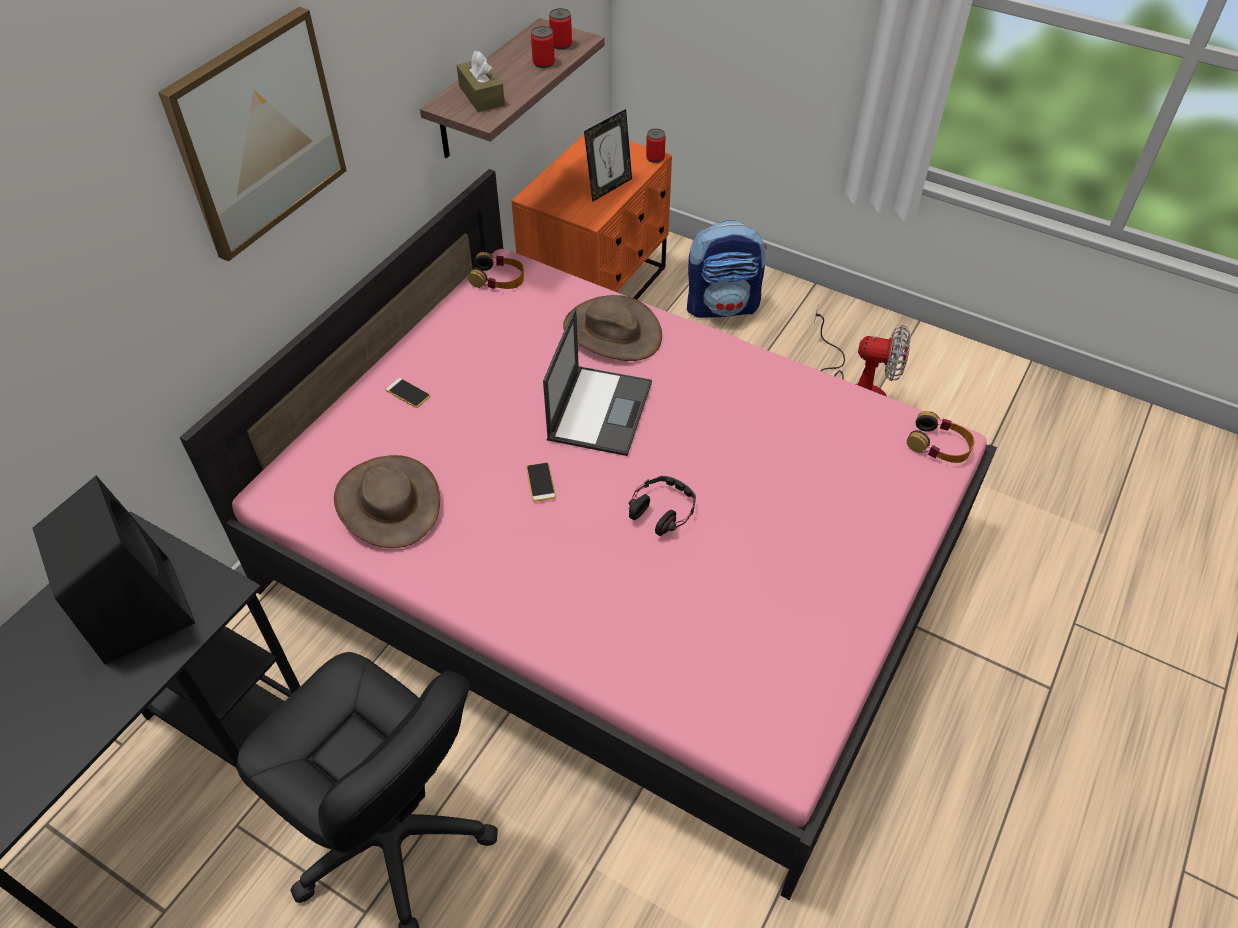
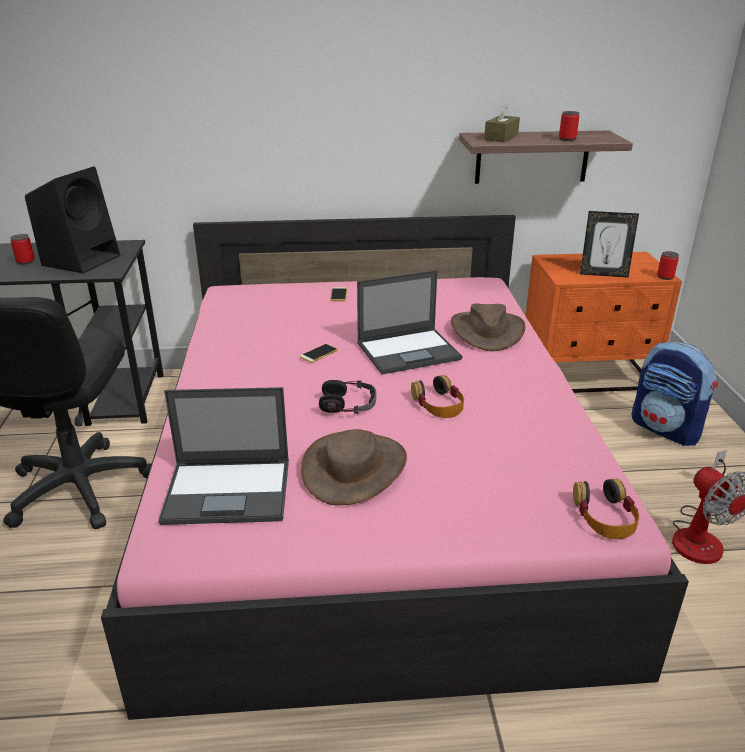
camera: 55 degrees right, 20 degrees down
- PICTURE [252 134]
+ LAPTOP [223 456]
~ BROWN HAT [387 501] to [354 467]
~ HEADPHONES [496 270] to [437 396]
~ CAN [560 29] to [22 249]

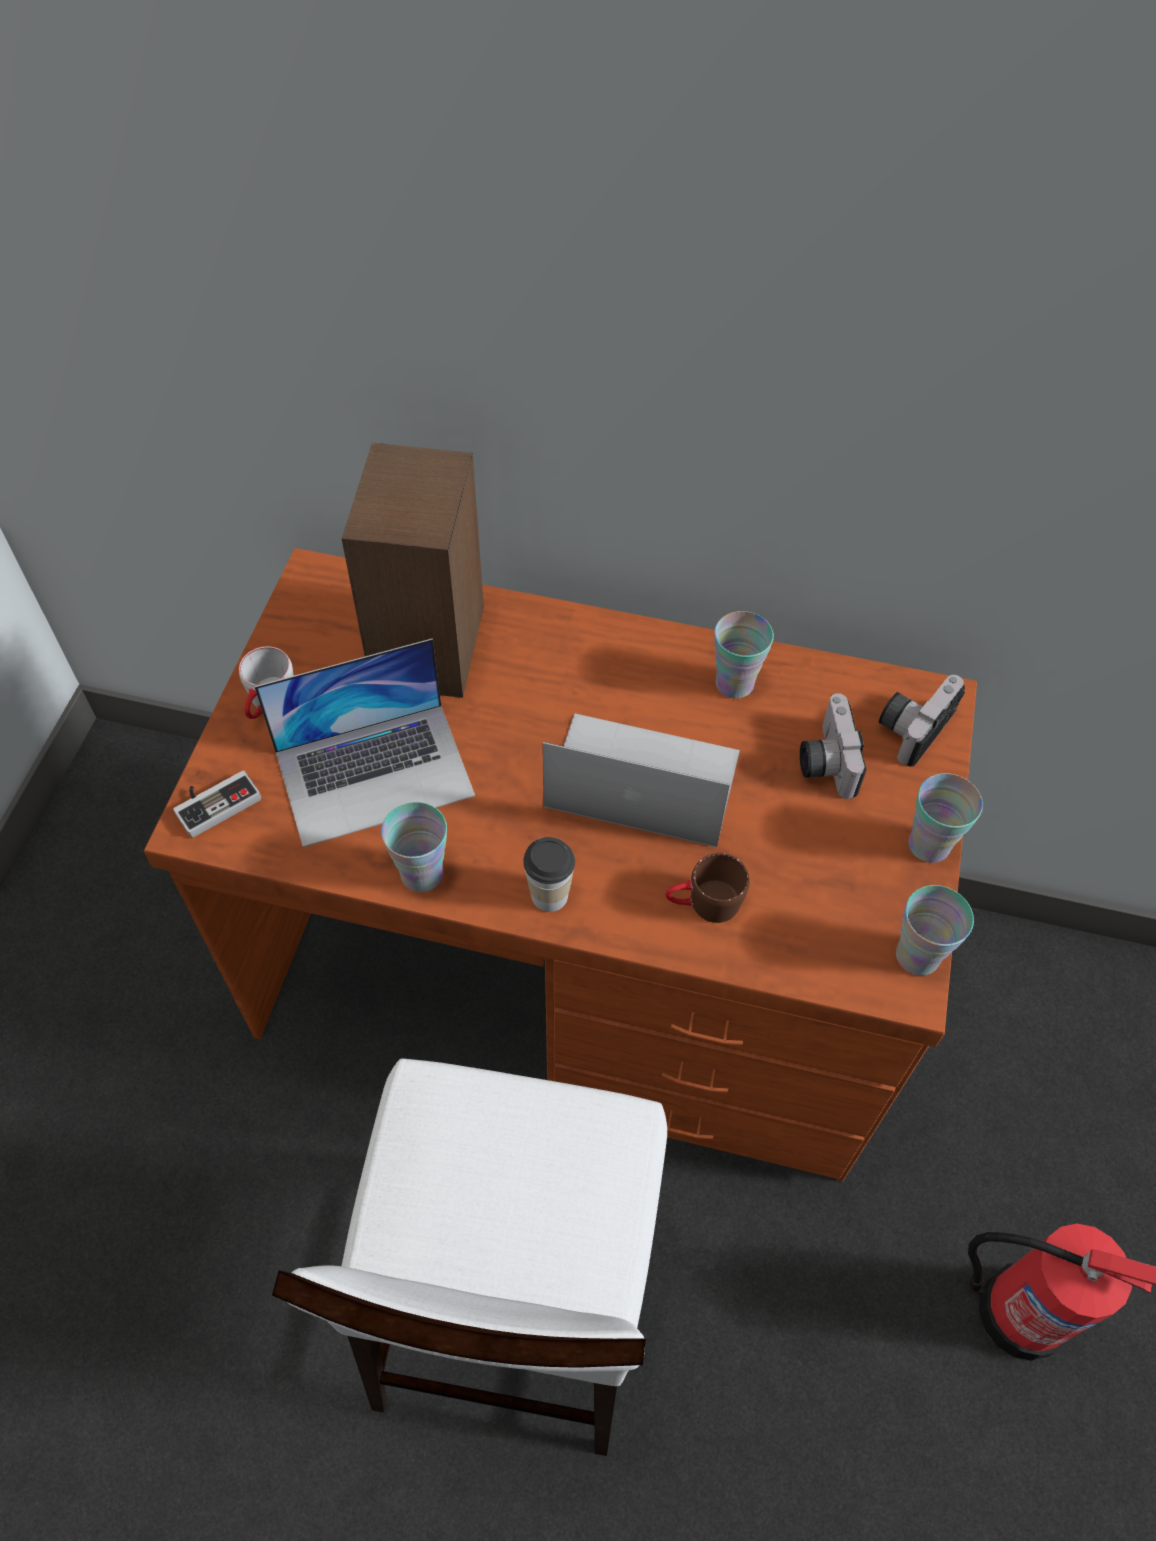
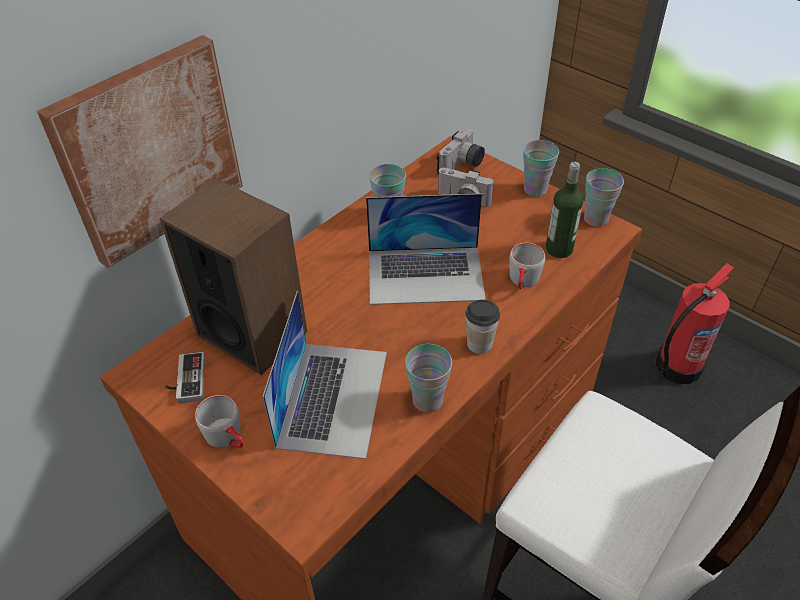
camera: 60 degrees left, 10 degrees down
+ PICTURE [140 151]
+ BOTTLE [564 210]
~ GAME CONTROLLER [217 804] to [185 377]
~ BROWN MUG [707 888] to GREY MUG [527 266]
~ LAPTOP [641 780] = [426 249] 135 degrees counterclockwise
~ PHOTO CAMERA [922 721] = [461 152] 120 degrees counterclockwise

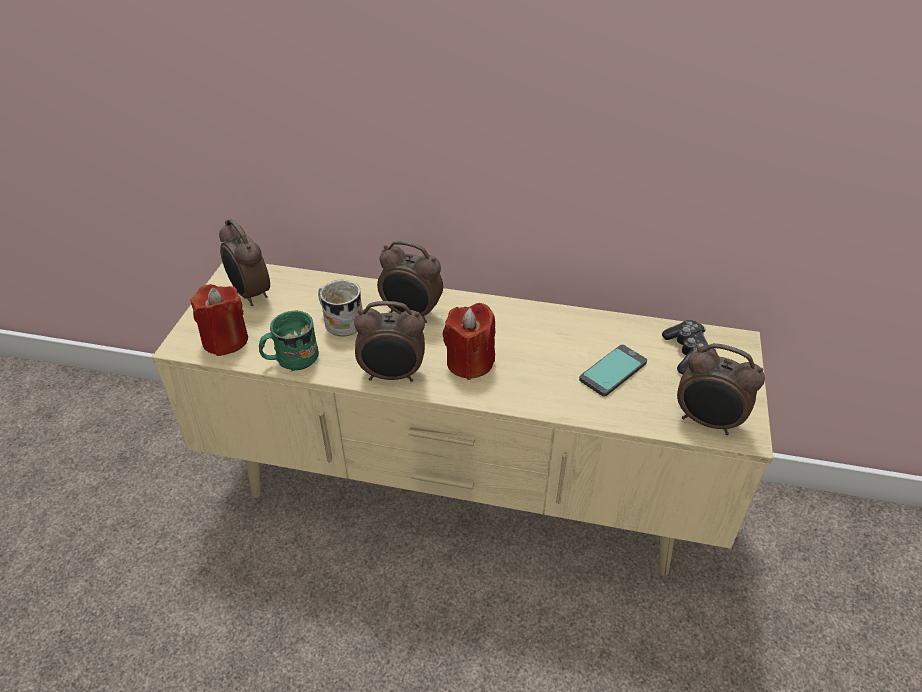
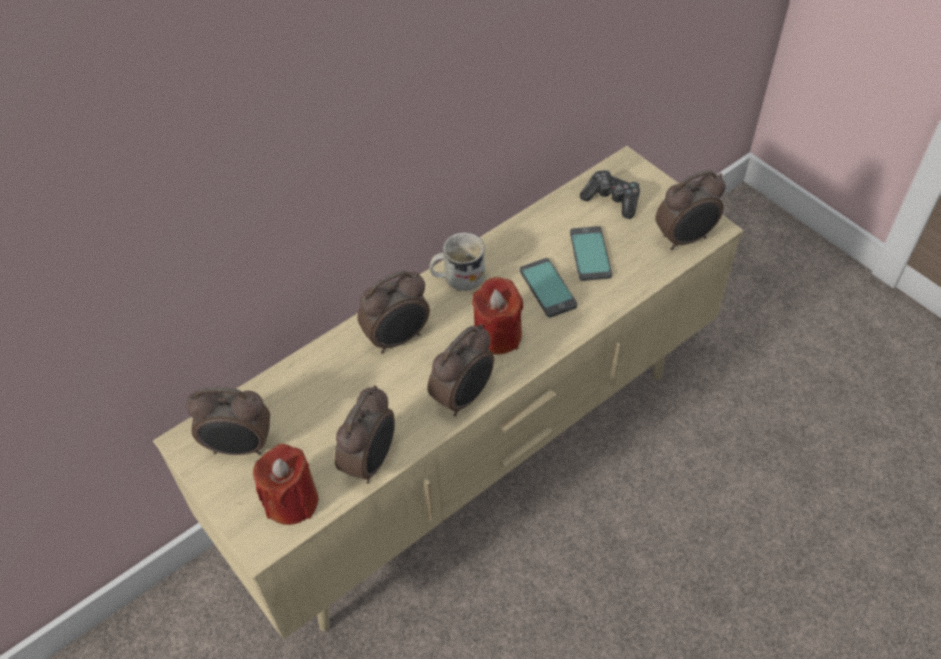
camera: 50 degrees left, 10 degrees up
+ PHONE [548 288]
~ WHITE MUG [340 308] to [457 261]
~ GREEN MUG [289 341] to ALARM CLOCK [365 434]

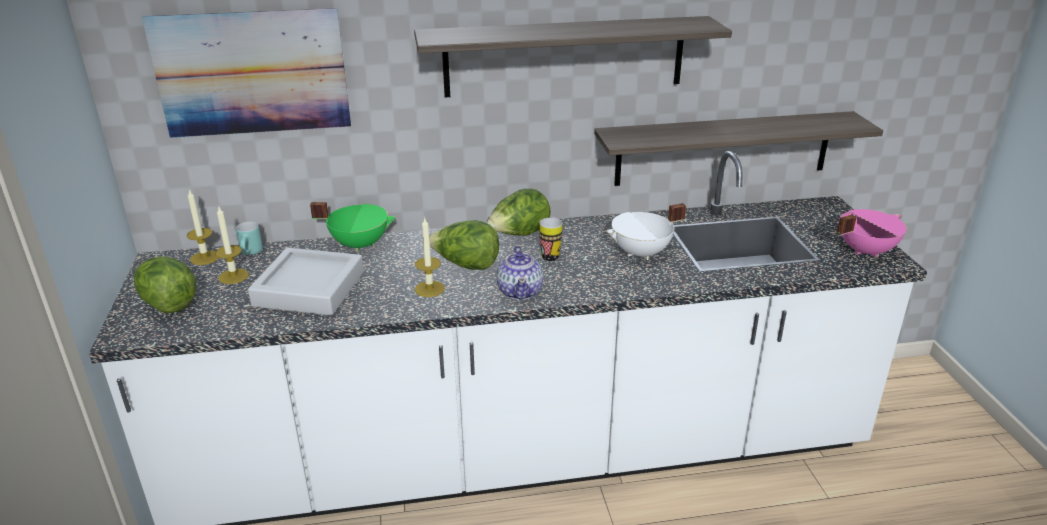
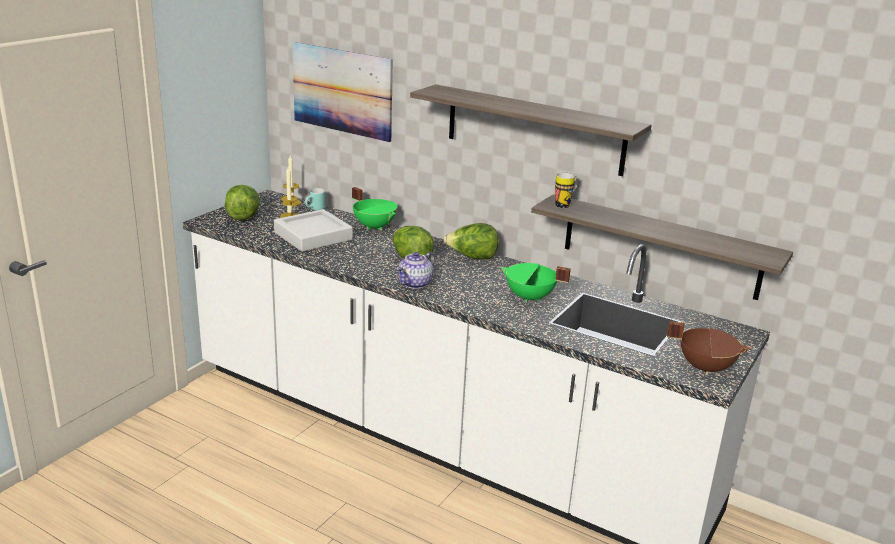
camera: 40 degrees right, 5 degrees down
- CANDLE [430 257]
~ MUG [551 239] to [566 190]
~ WHITE COOKING POT [646 231] to GREEN COOKING POT [536 283]
~ PINK COOKING POT [872 233] to BROWN COOKING POT [709 348]

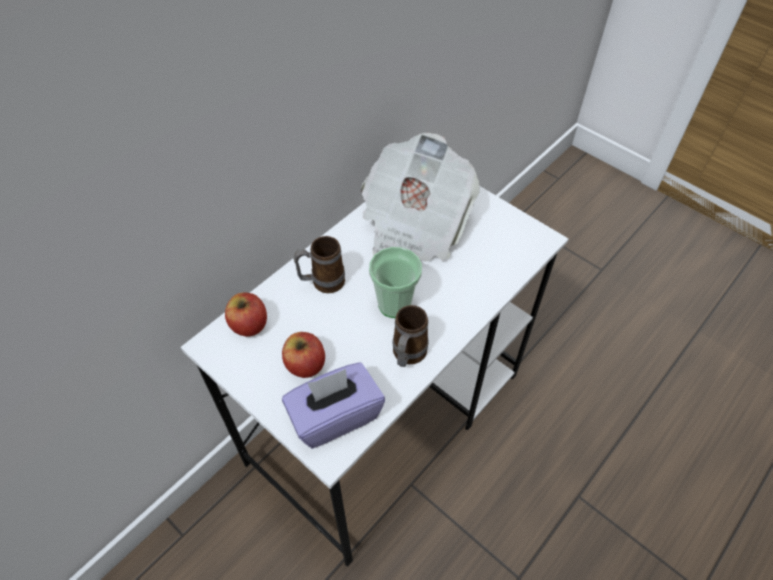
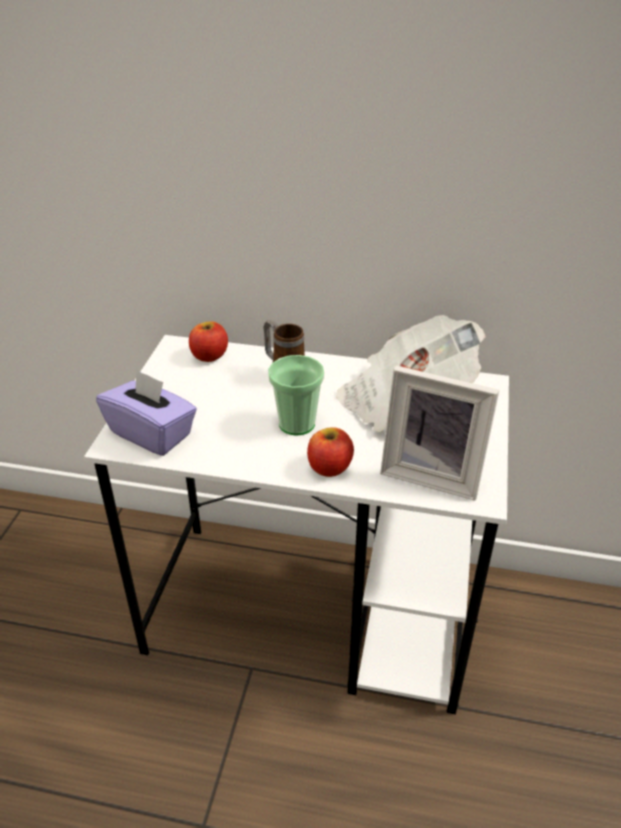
camera: 60 degrees right, 15 degrees down
- MUG [410 336]
+ PICTURE FRAME [439 433]
~ APPLE [303 355] to [330 452]

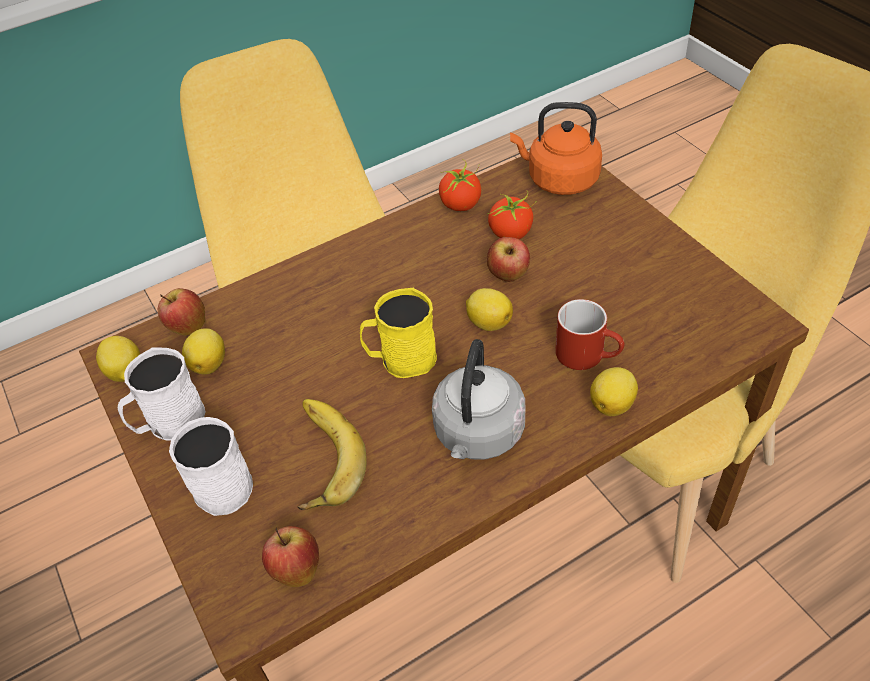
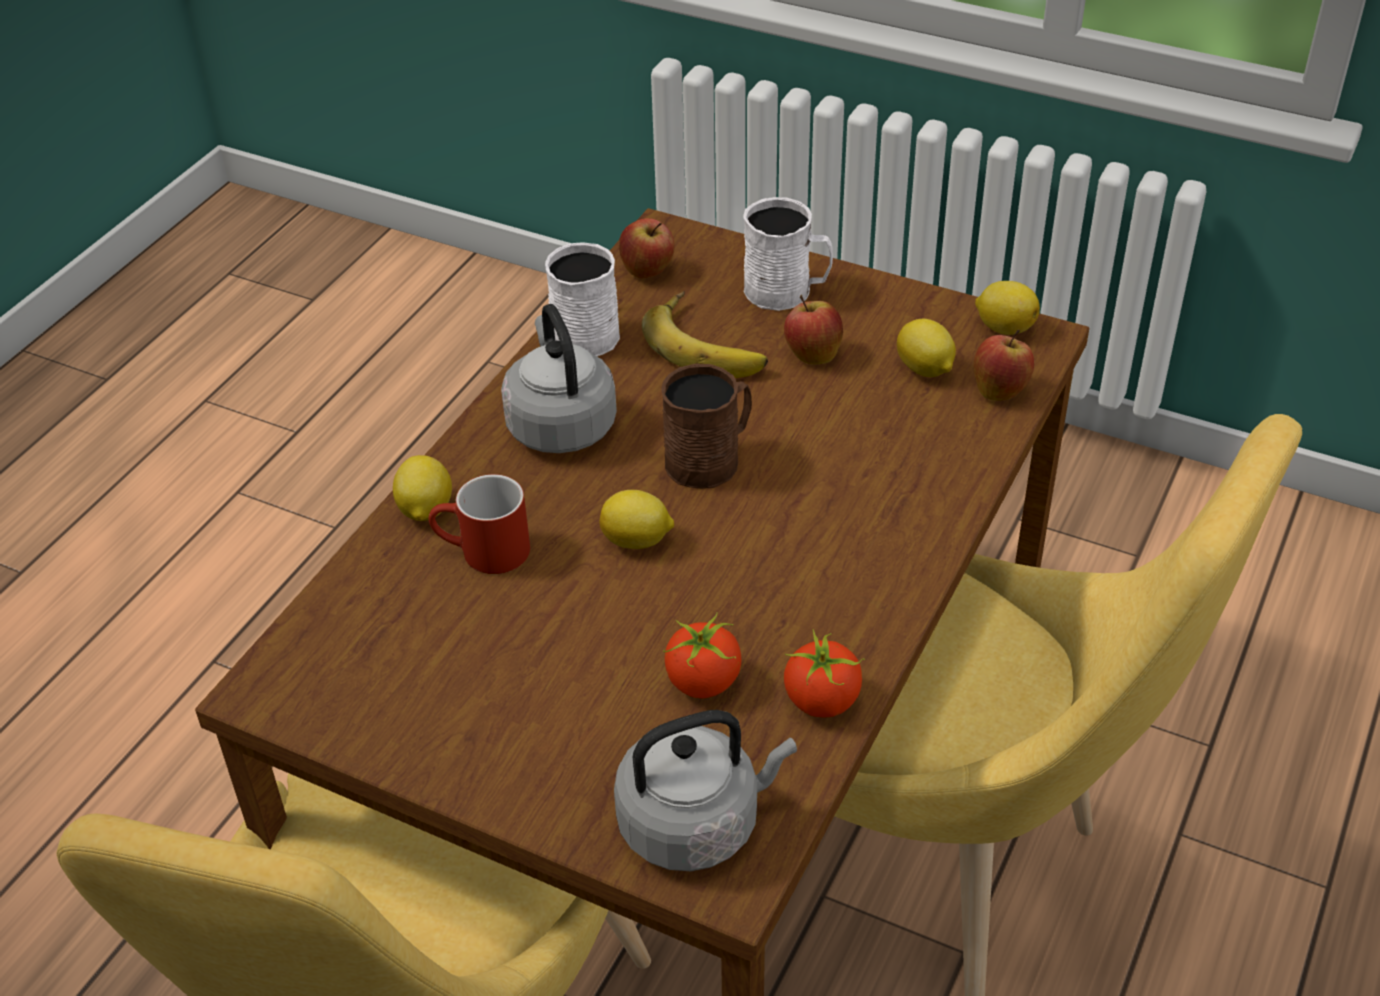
camera: 145 degrees right, 5 degrees down
~ WHITE MUG [161 393] to [582 299]
~ APPLE [508 259] to [813 330]
~ YELLOW MUG [398 333] to BROWN MUG [706 426]
~ ORANGE KETTLE [556 148] to GREY KETTLE [705 790]

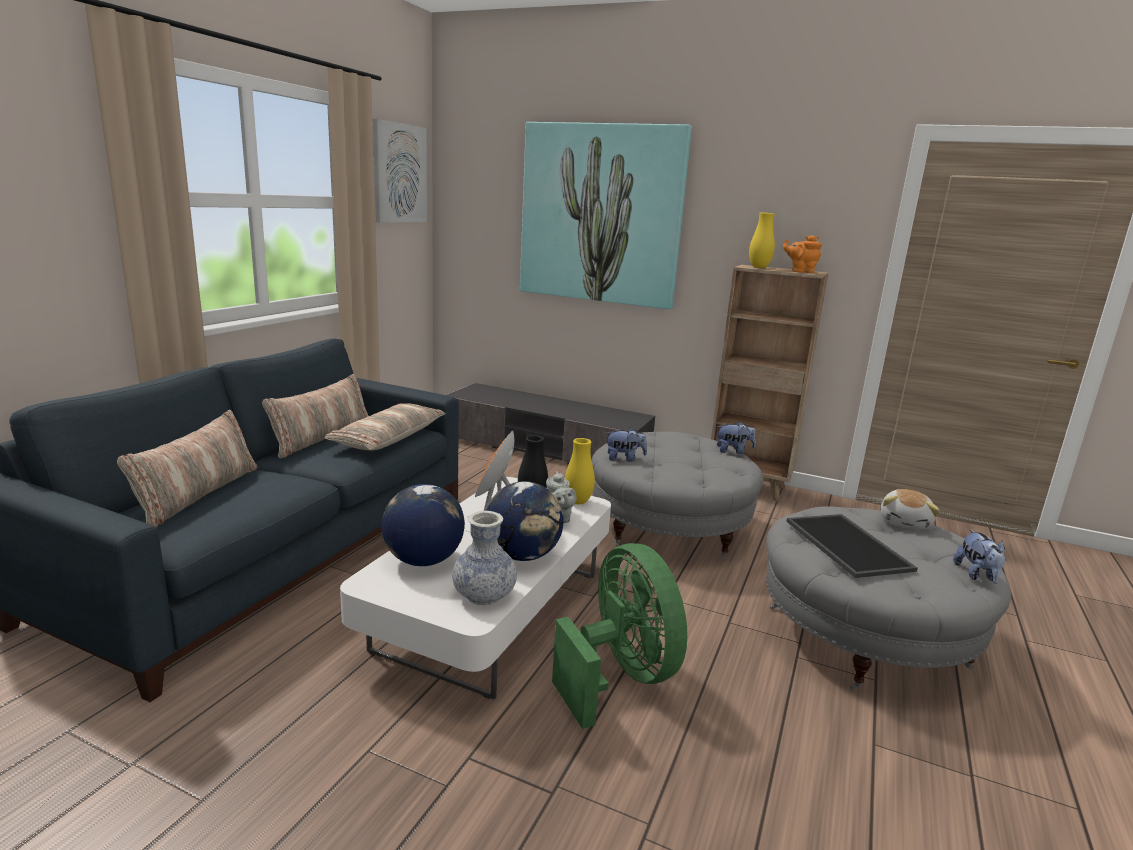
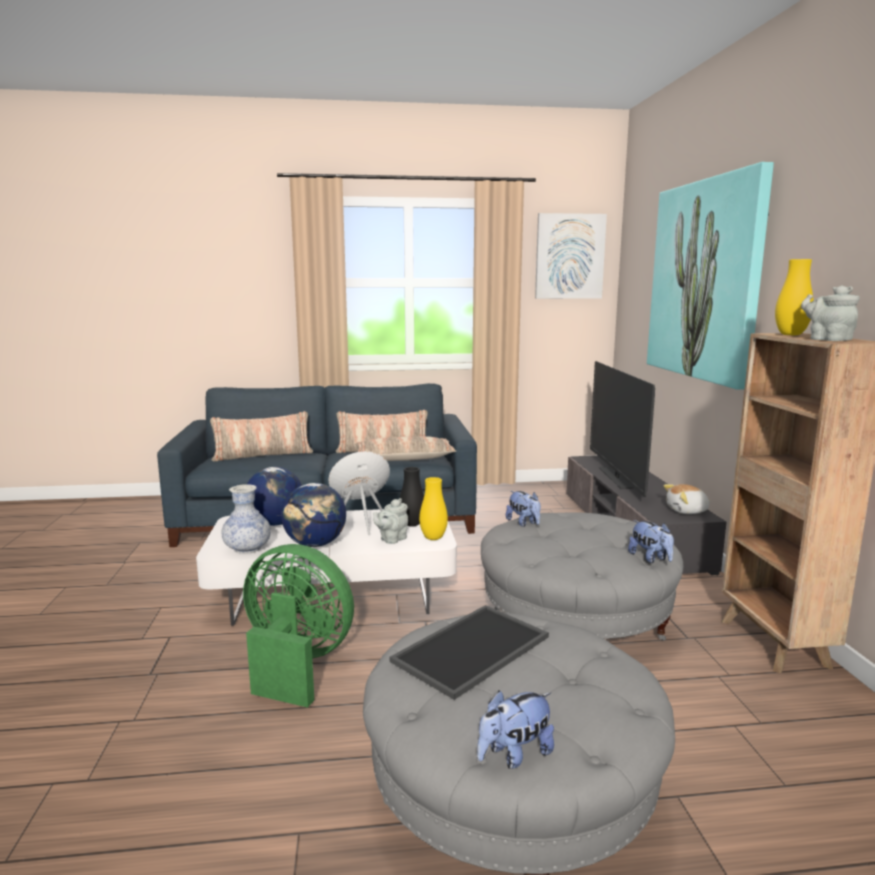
camera: 60 degrees right, 5 degrees down
+ TELEVISION [622 429]
~ PLUSH TOY [910 509] to [687 499]
~ ORANGE TEAPOT [802 254] to GREY TEAPOT [830 313]
~ GREEN FAN [619 636] = [298 626] 105 degrees counterclockwise

